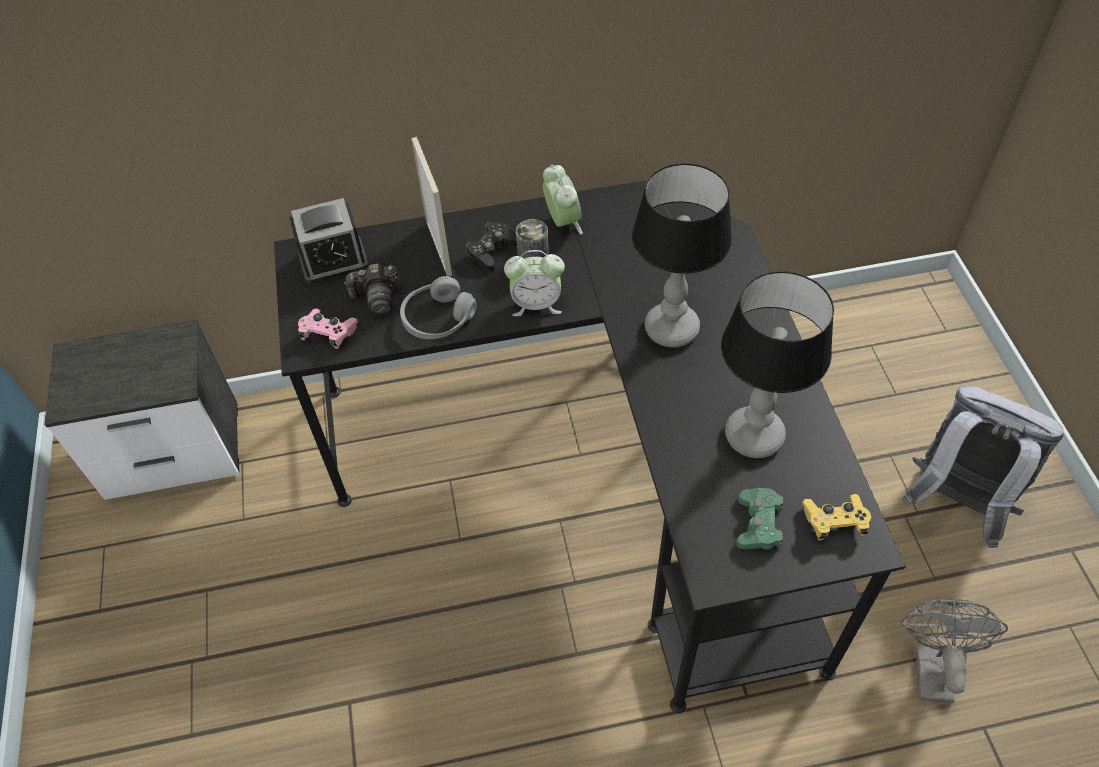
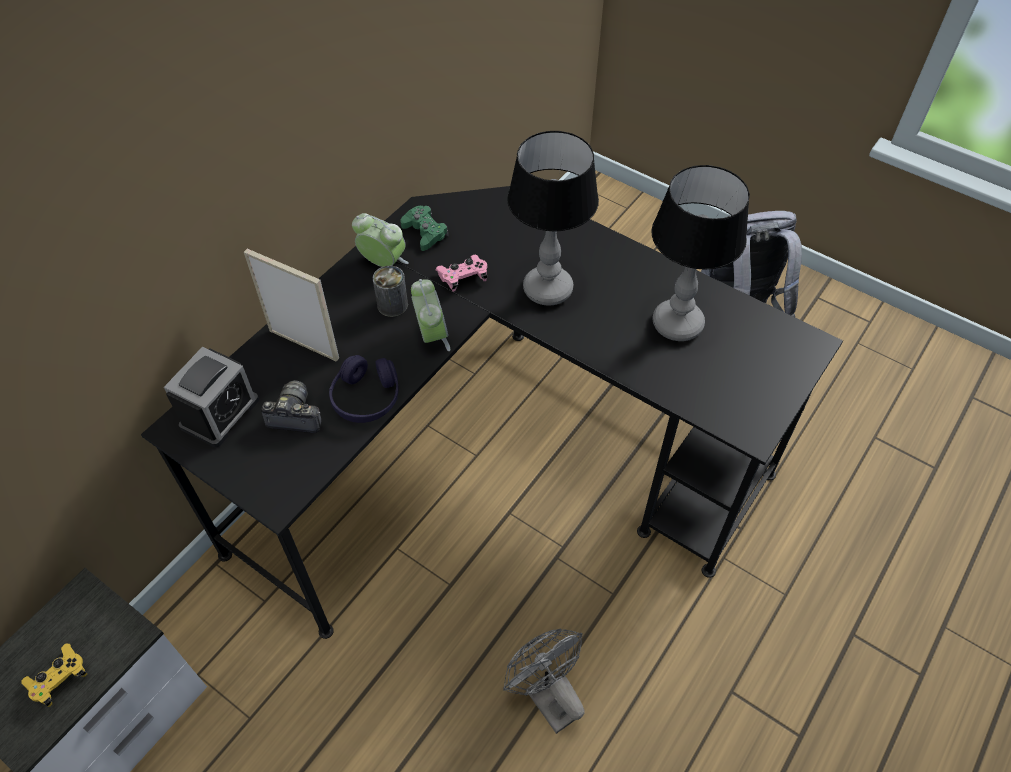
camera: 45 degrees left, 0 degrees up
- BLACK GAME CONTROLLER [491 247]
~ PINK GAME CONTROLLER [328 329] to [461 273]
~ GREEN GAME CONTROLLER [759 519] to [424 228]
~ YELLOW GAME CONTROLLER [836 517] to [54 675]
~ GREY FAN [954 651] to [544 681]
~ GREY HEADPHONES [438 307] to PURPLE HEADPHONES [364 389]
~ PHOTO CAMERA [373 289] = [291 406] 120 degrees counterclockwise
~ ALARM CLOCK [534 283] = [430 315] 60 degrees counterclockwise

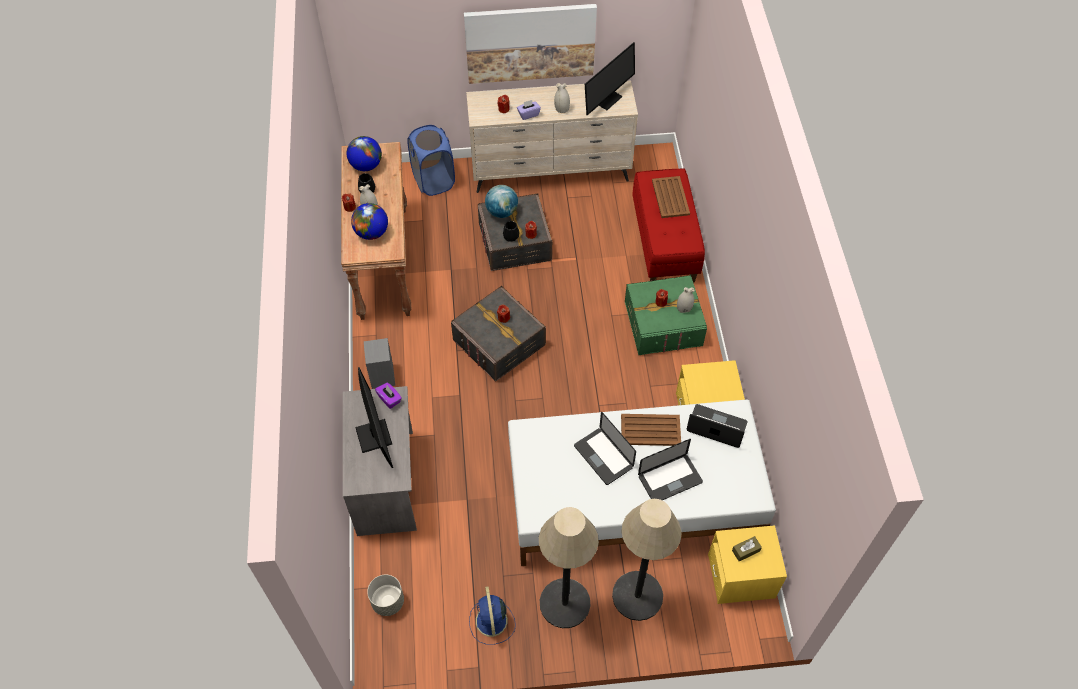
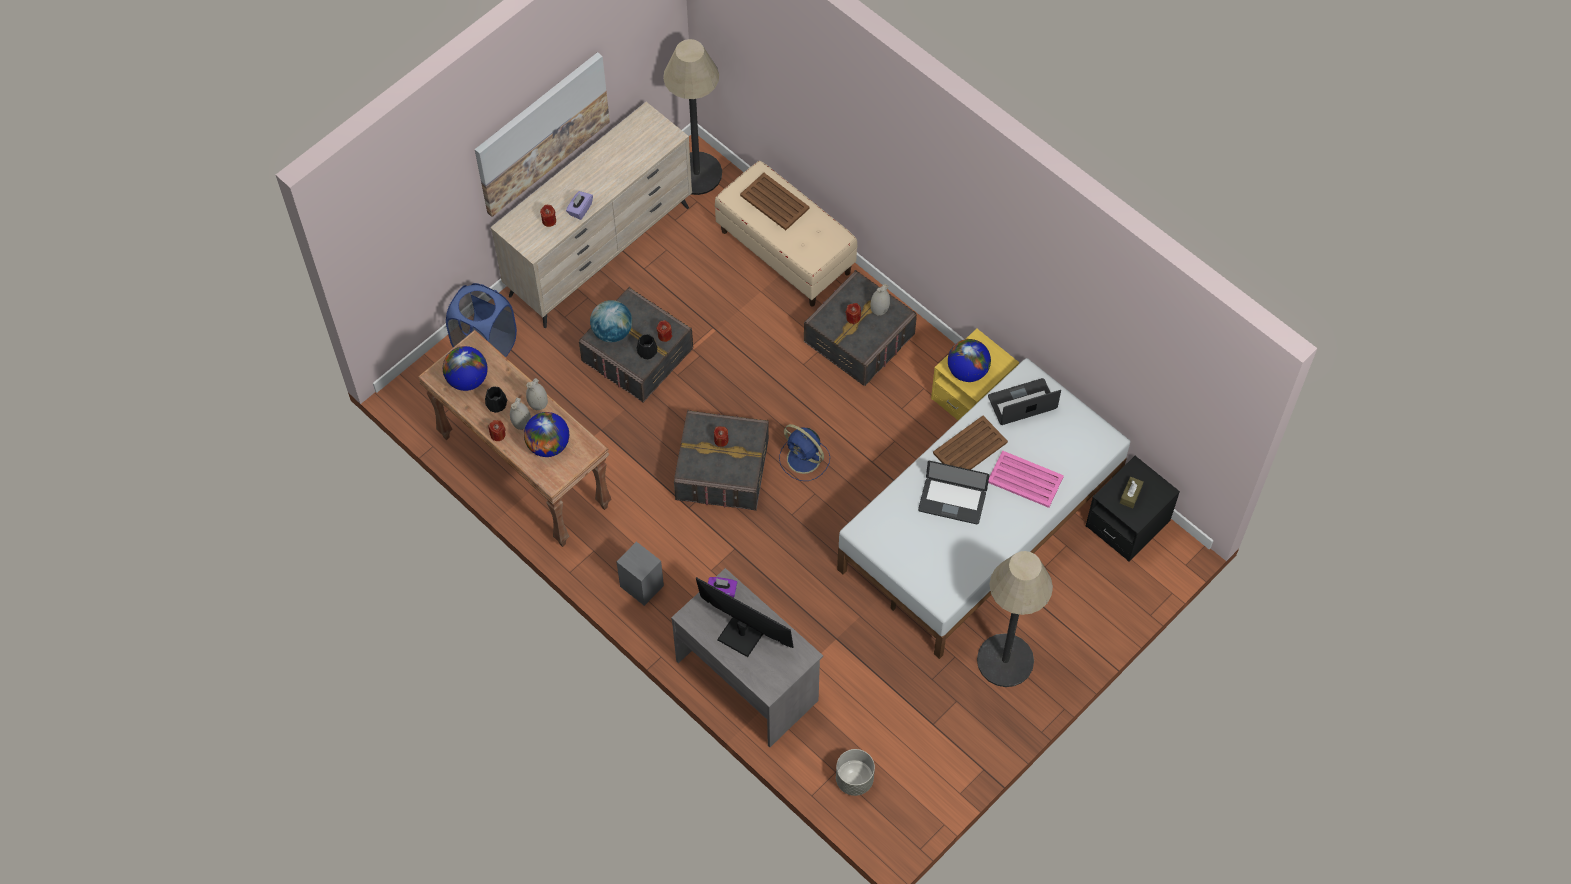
camera: 40 degrees left, 5 degrees up
- MONITOR [610 78]
+ GLOBE [969 360]
~ BLUE FAN [492 616] to [804 452]
~ WHITE VASE [562 98] to [537 394]
~ FLOOR LAMP [647 560] to [692 117]
~ LAPTOP [670 469] to PINK TRAY [1026 479]
~ GREEN STORAGE BOX [666 315] to GREY STORAGE BOX [860 328]
~ RED BENCH [668 225] to BEIGE BENCH [786 233]
~ YELLOW NIGHTSTAND [747 564] to BLACK NIGHTSTAND [1133 509]

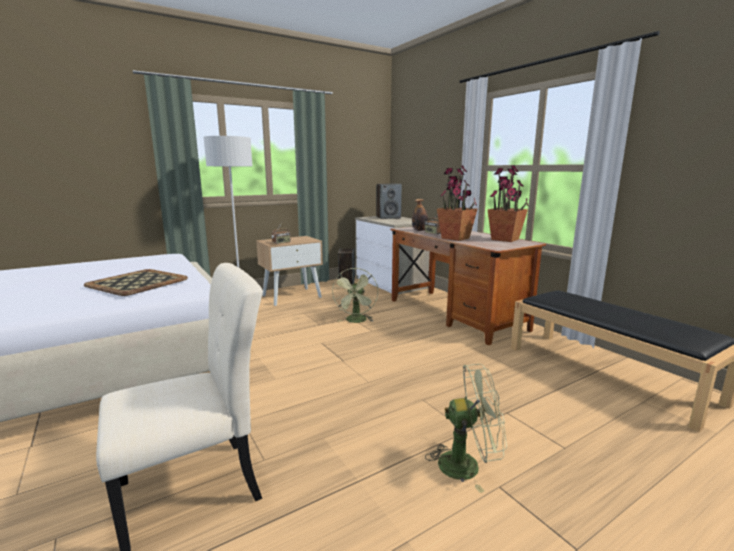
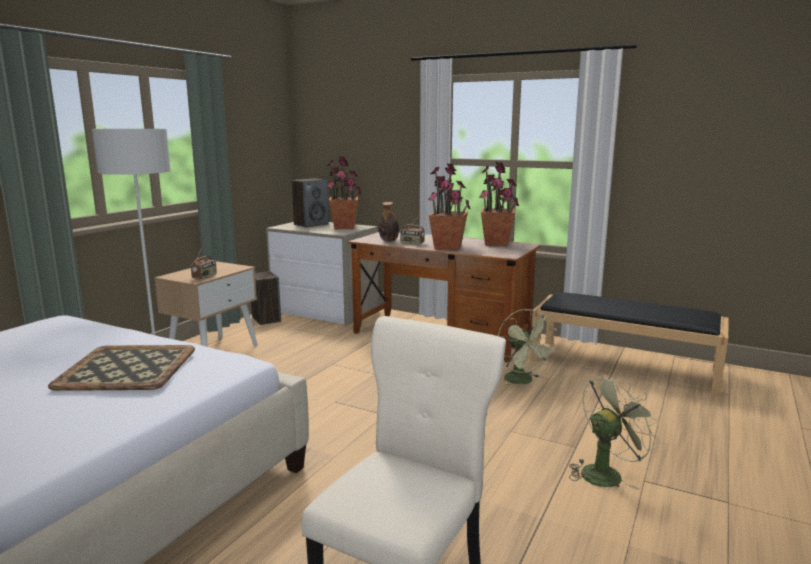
camera: 30 degrees left, 0 degrees up
+ POTTED PLANT [343 193]
~ GREEN FAN [355 295] to [527 348]

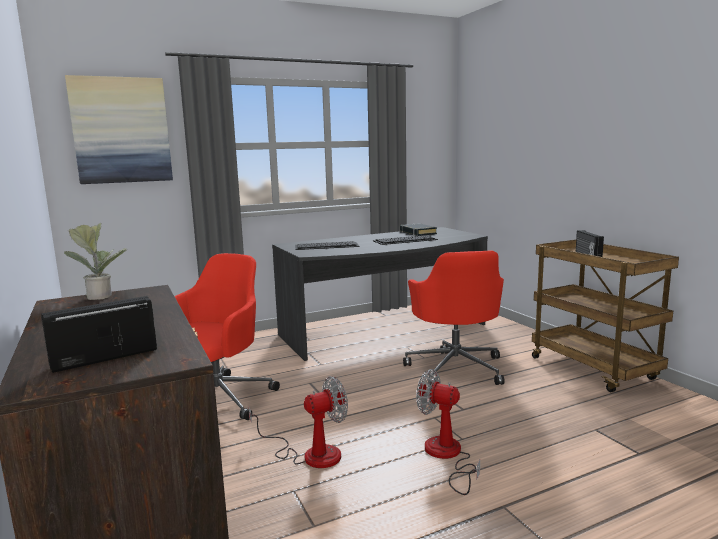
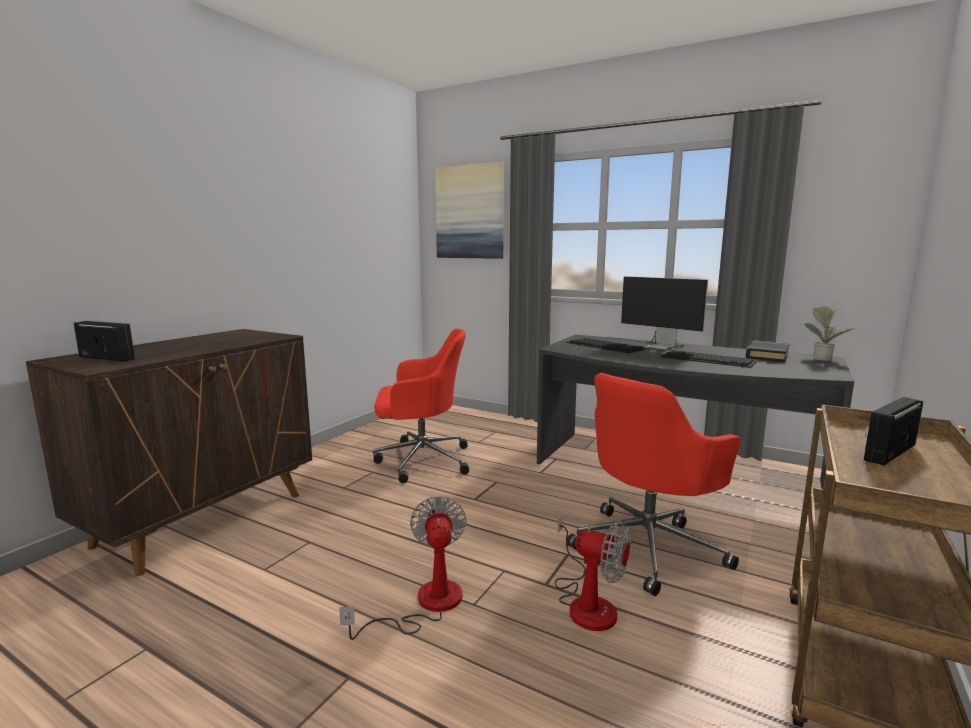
camera: 55 degrees right, 0 degrees up
+ MONITOR [660 313]
~ POTTED PLANT [95 261] to [829 333]
~ FAN [298 422] to [593 573]

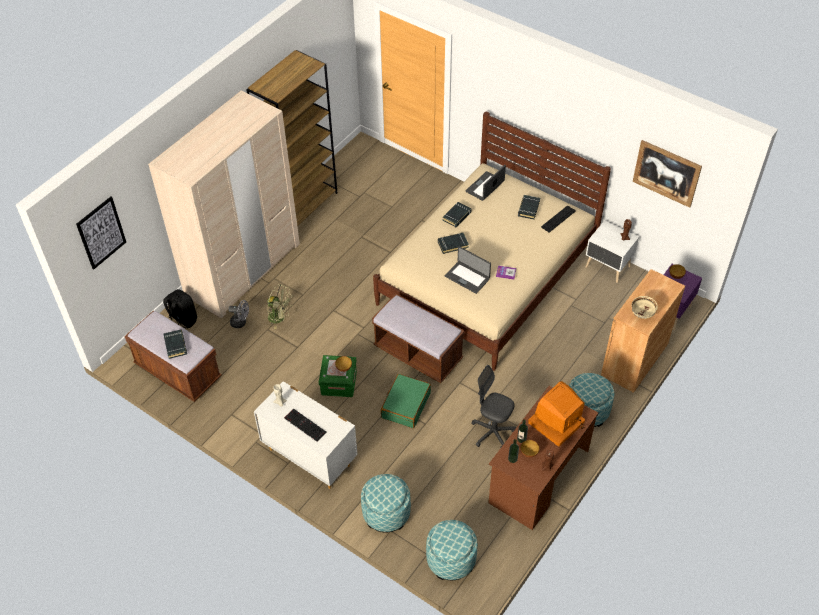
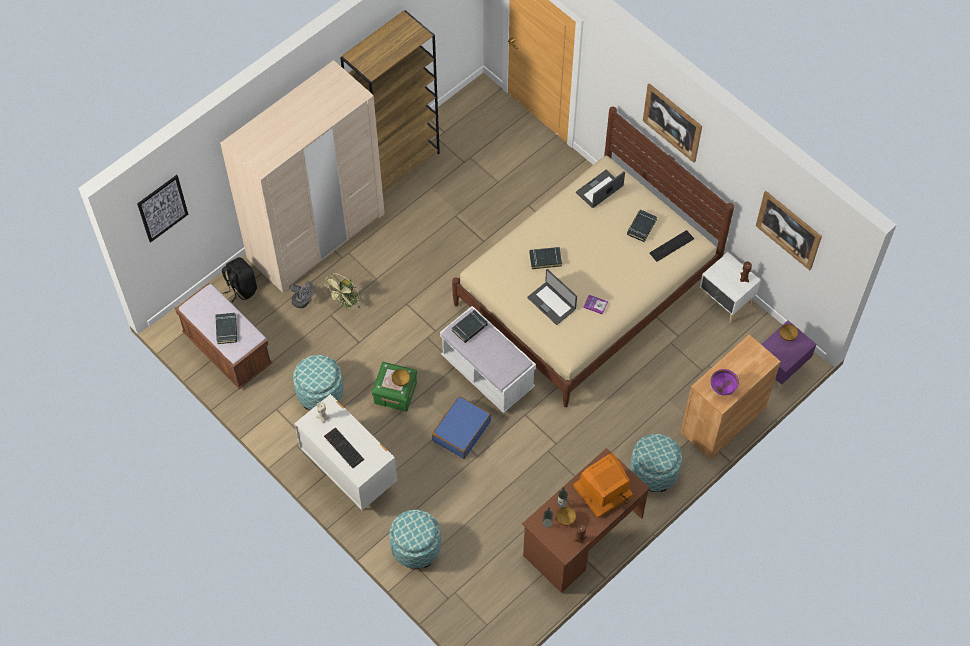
camera: 10 degrees right, 10 degrees up
- GREY OFFICE CHAIR [493 406]
+ PICTURE [672 123]
~ OTTOMAN [451 550] to [318 382]
~ BLACK BOOK [457 214] to [470 326]
~ BROWN BENCH [418 338] to WHITE BENCH [488 359]
~ GREEN SUITCASE [406 401] to BLUE SUITCASE [461 427]
~ BEIGE BOWL [645 307] to PURPLE BOWL [725 382]
~ GREEN FAN [279 306] = [343 291] 90 degrees clockwise

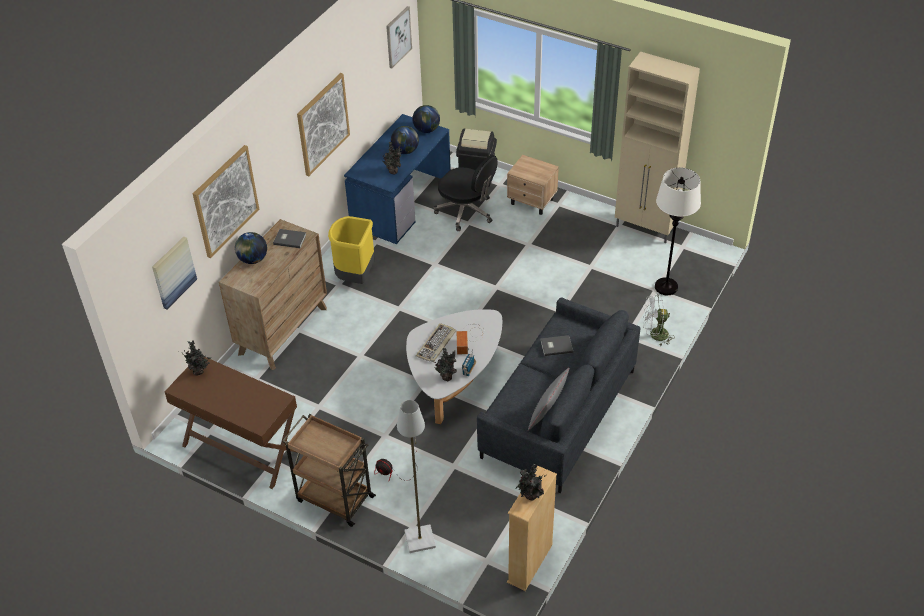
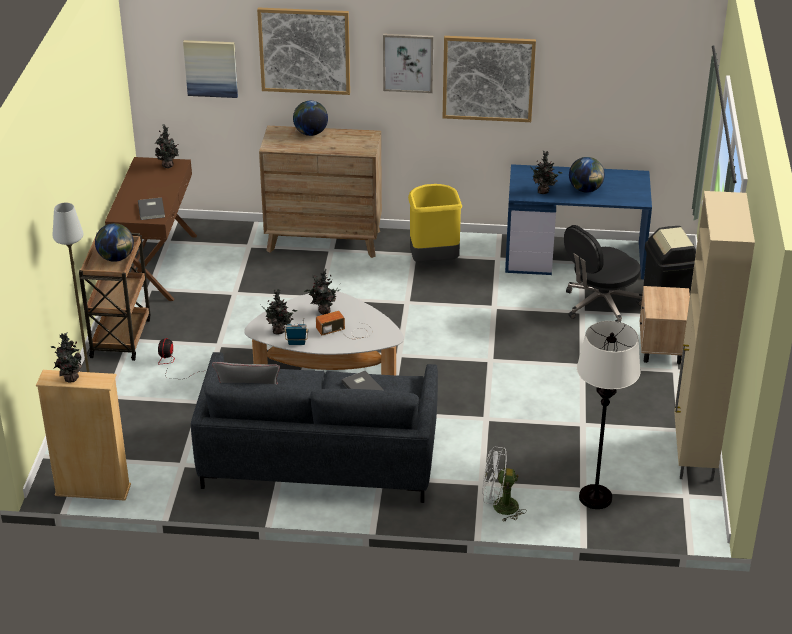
camera: 65 degrees right, 10 degrees down
~ GREY BOOK [289 238] to [151 209]
~ PICTURE [399 37] to [408 63]
~ GLOBE [426 119] to [114 242]
~ KEYBOARD [436 342] to POTTED PLANT [322 292]
~ BLACK OFFICE CHAIR [466 193] = [603 273] 45 degrees clockwise
~ WHITE FAN [658 320] = [504 484] 60 degrees counterclockwise

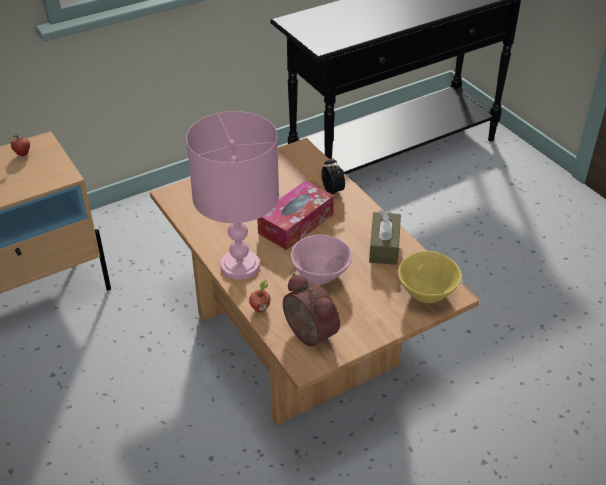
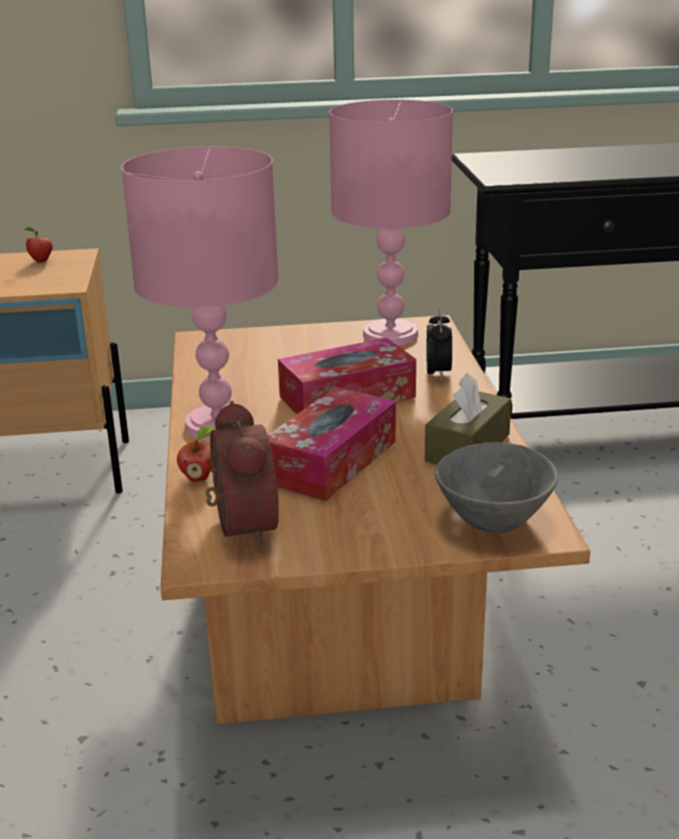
camera: 25 degrees right, 15 degrees down
+ PINK TABLE LAMP [391 222]
~ PINK BOWL [321 260] to TISSUE BOX [332 444]
~ YELLOW BOWL [430 277] to GREY BOWL [496 488]

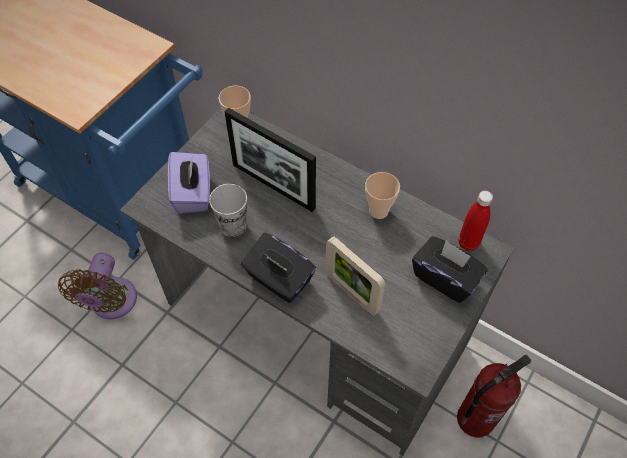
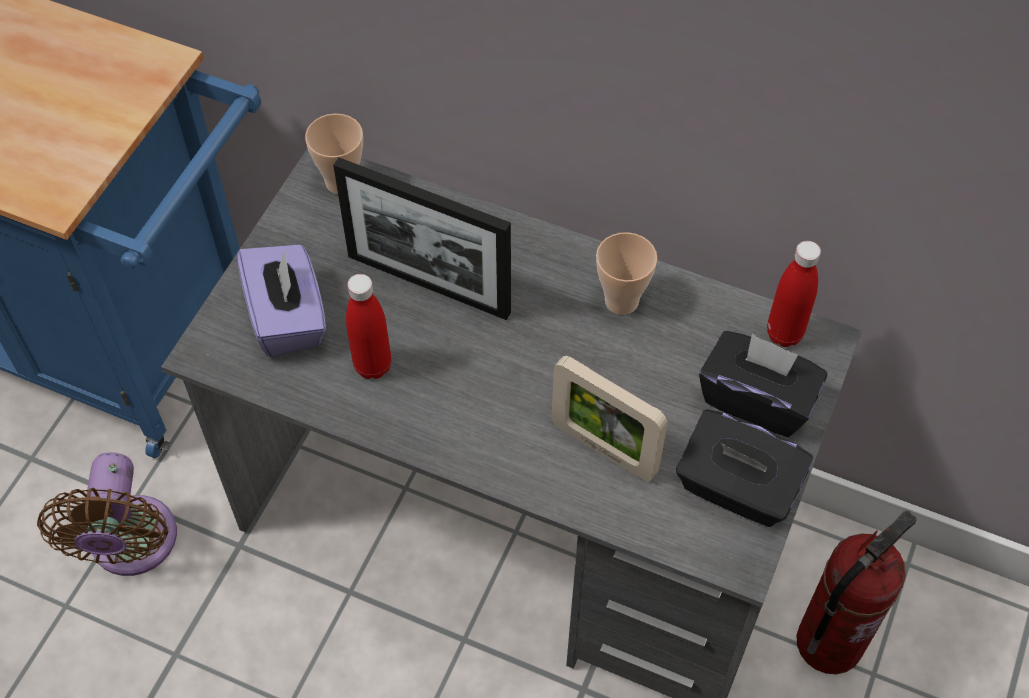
camera: 10 degrees left, 0 degrees up
~ BLACK TISSUE BOX [278 268] to [744 468]
~ CUP [228 211] to RED BOTTLE [368 326]

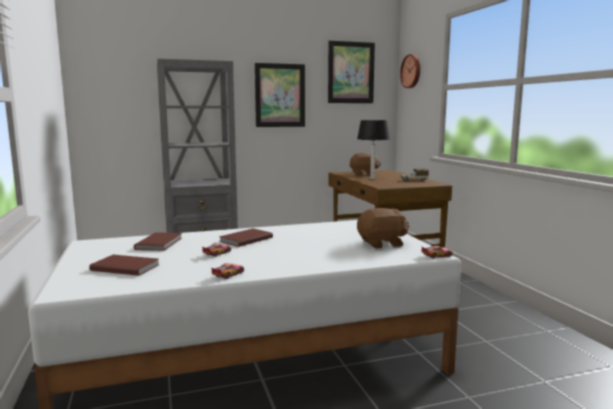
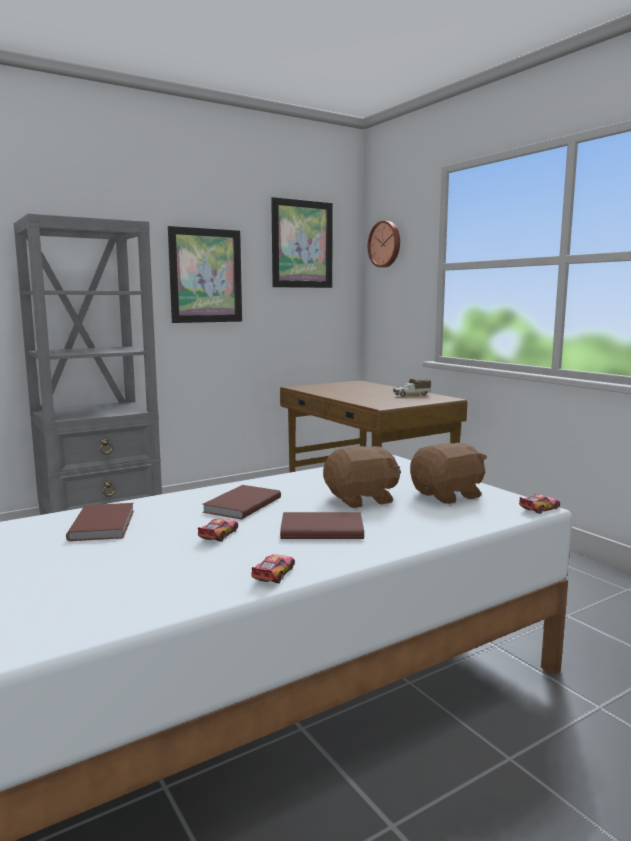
camera: 15 degrees left, 0 degrees up
- BLACK TABLE LAMP [373 149]
~ BROWN BOOK [124 265] to [322 525]
~ BROWN PLUSH TOY [365 164] to [362 477]

